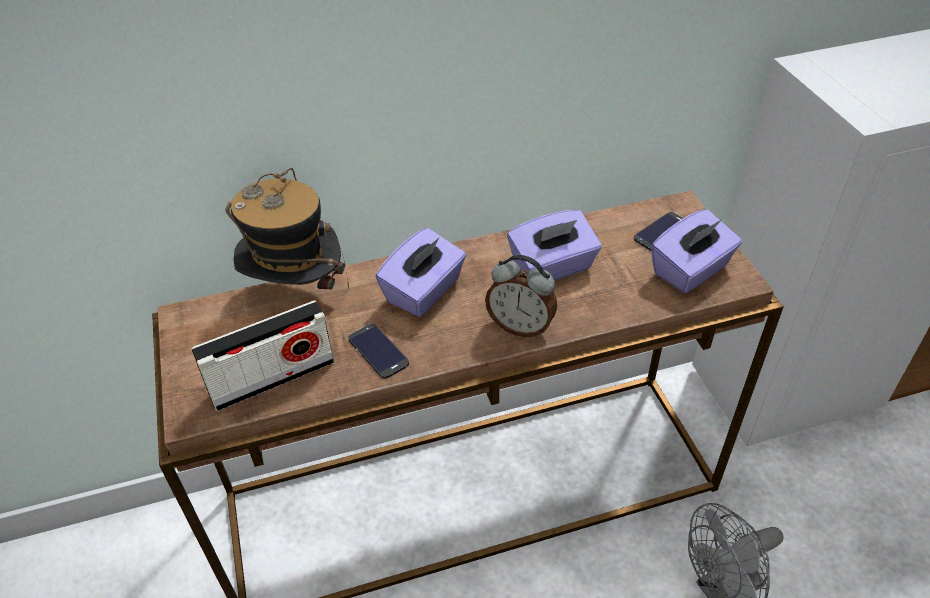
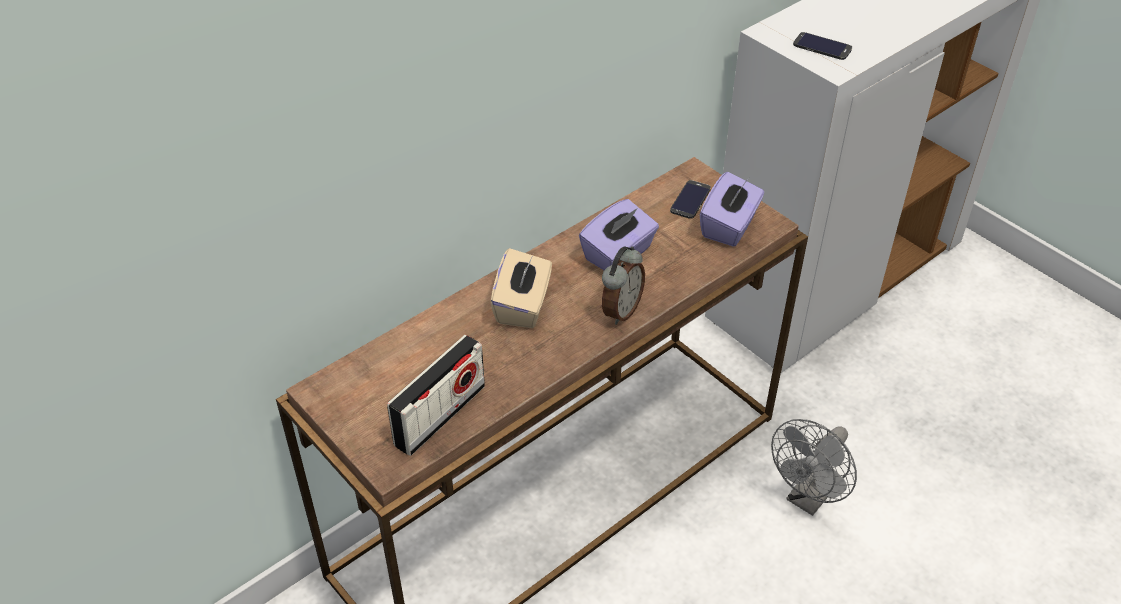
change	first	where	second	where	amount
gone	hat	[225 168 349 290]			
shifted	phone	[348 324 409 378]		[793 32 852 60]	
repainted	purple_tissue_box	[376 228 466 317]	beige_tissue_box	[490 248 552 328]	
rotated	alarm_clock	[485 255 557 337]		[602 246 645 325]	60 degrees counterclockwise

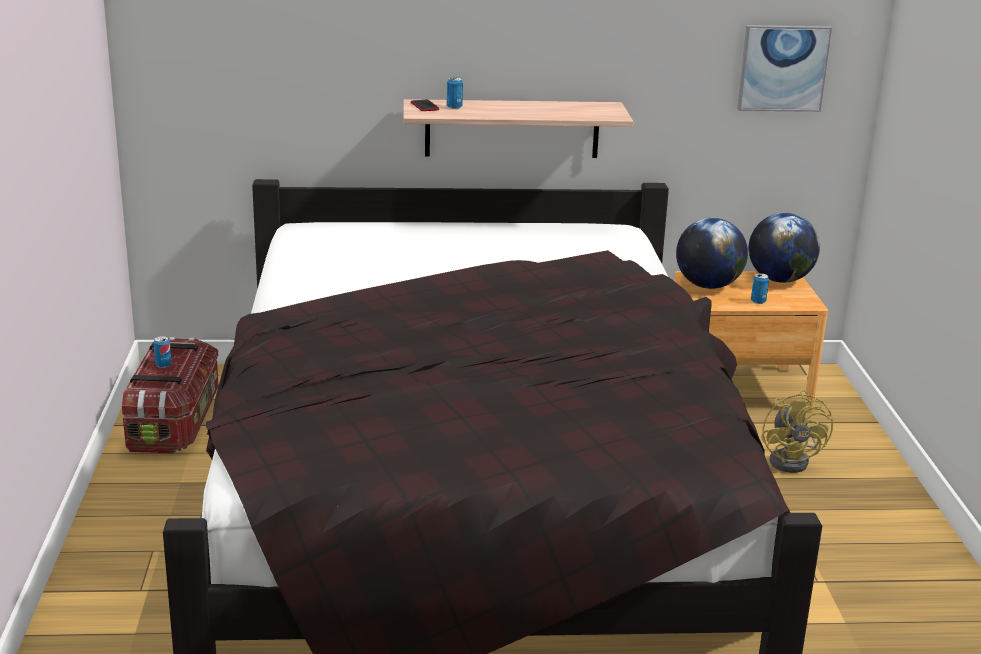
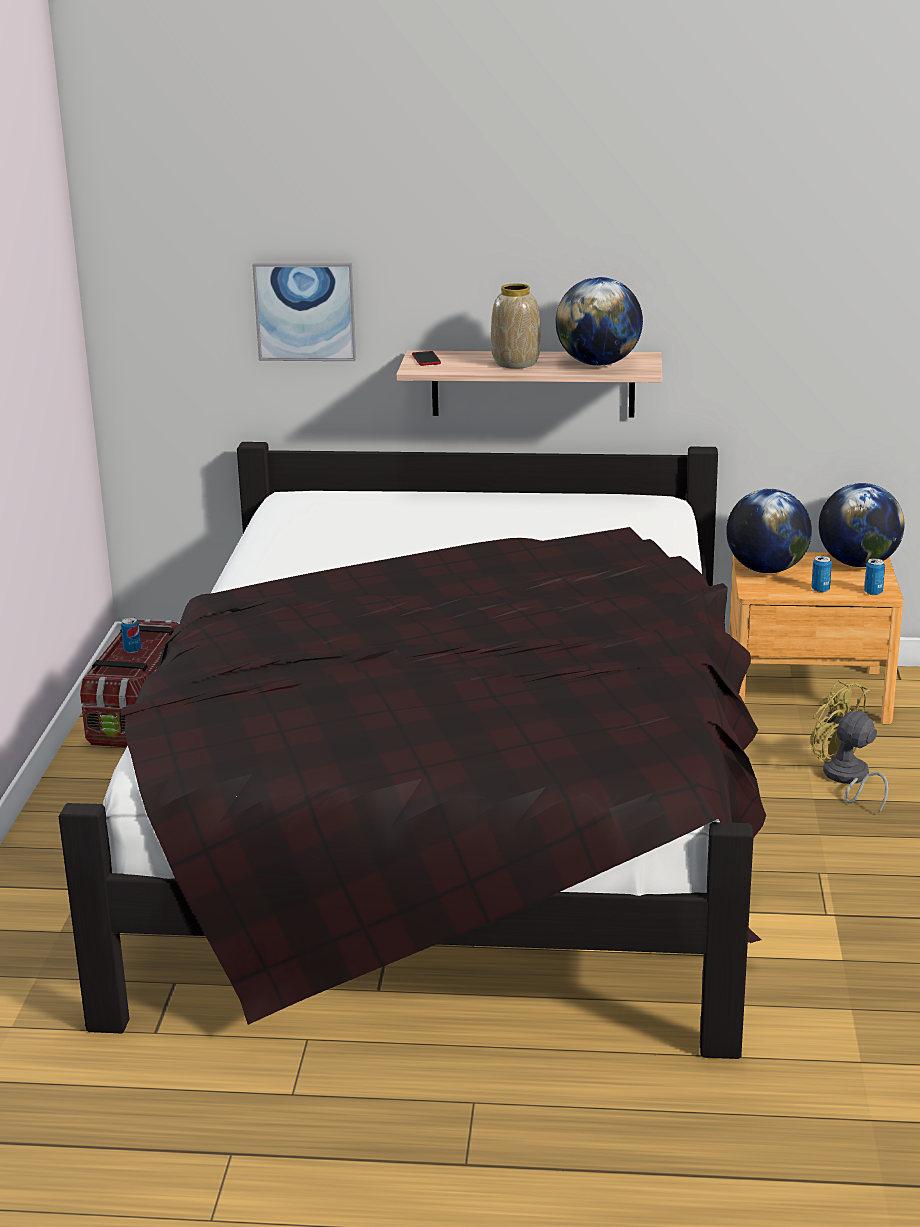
change	first	where	second	where	amount
shifted	can	[447 77 463 109]		[864 558 885 595]	
shifted	picture	[737 25 832 112]		[252 263 356 361]	
rotated	yellow_fan	[761 390 833 473]		[811 680 889 815]	135 degrees clockwise
new			vase	[491 284 541 369]	
new			globe	[555 277 643 366]	

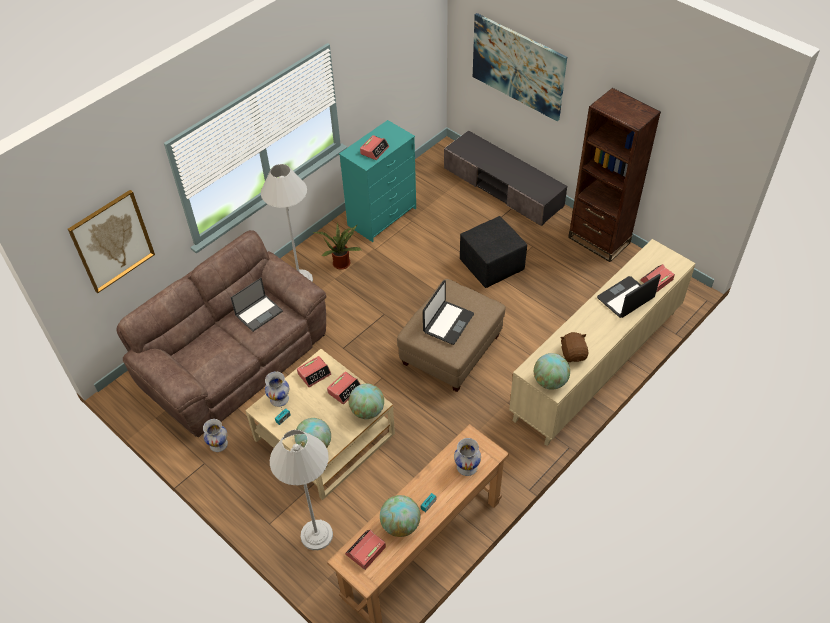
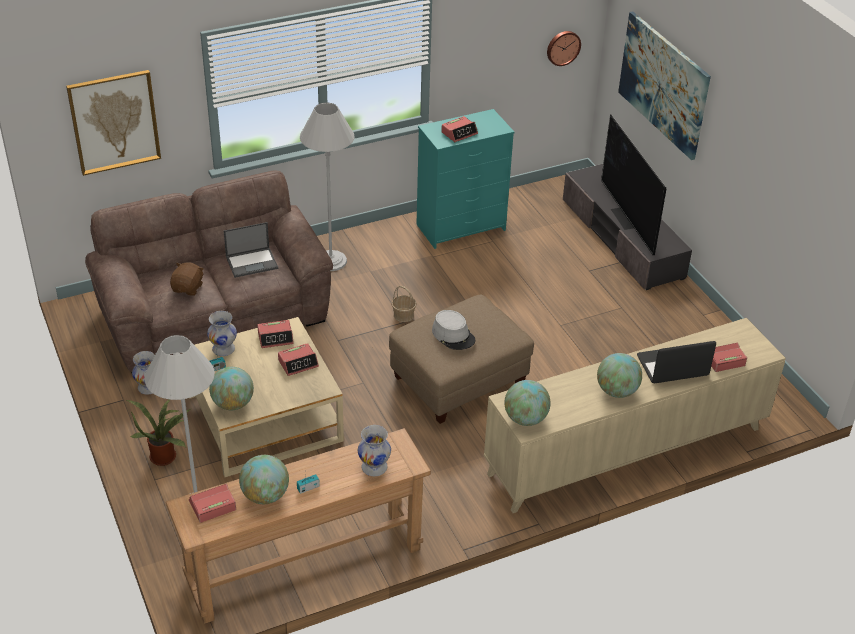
change	first	where	second	where	amount
shifted	potted_plant	[313 223 361 270]		[127 399 191 466]	
shifted	globe	[349 384 384 419]		[597 353 642 398]	
swapped	laptop	[423 280 474 345]	grey_hat	[432 310 475 350]	
gone	black_ottoman	[460 216 527 288]			
shifted	brown_plush_toy	[560 332 589 362]		[170 262 204 295]	
gone	brown_bookcase	[568 88 661 262]			
new			basket	[391 286 417 322]	
new			wall_clock	[547 31 581 66]	
new			television	[601 114 666 255]	

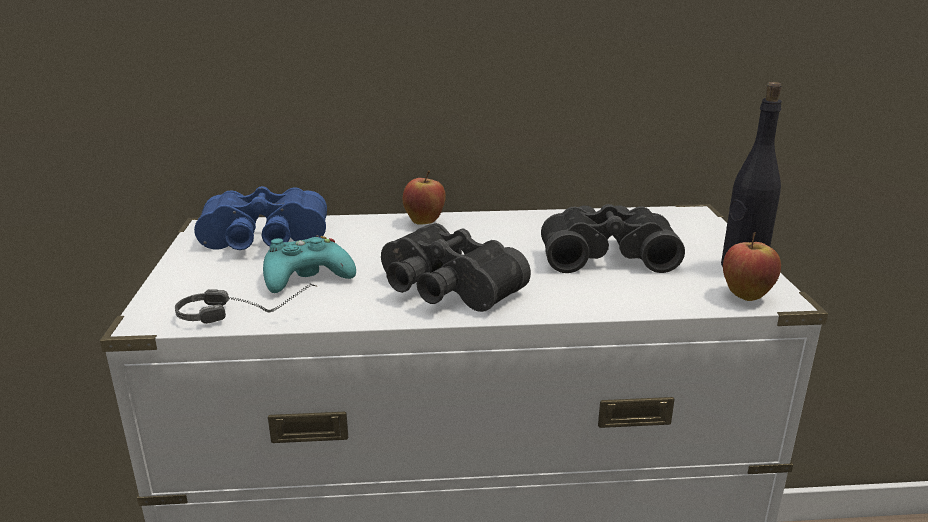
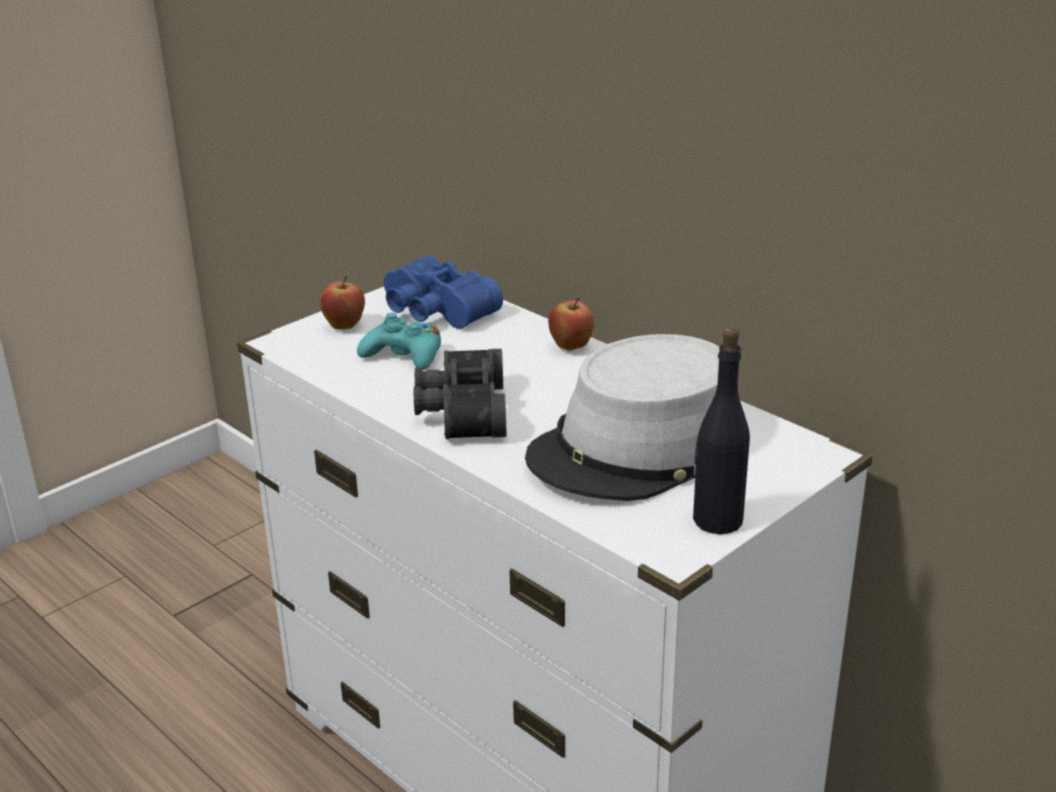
change	first	where	second	where	amount
gone	headphones	[175 284 316 324]			
swapped	black_binoculars	[541 204 685 273]	grey_hat	[525 334 720 501]	
shifted	apple	[723 232 781 301]		[320 276 365 330]	

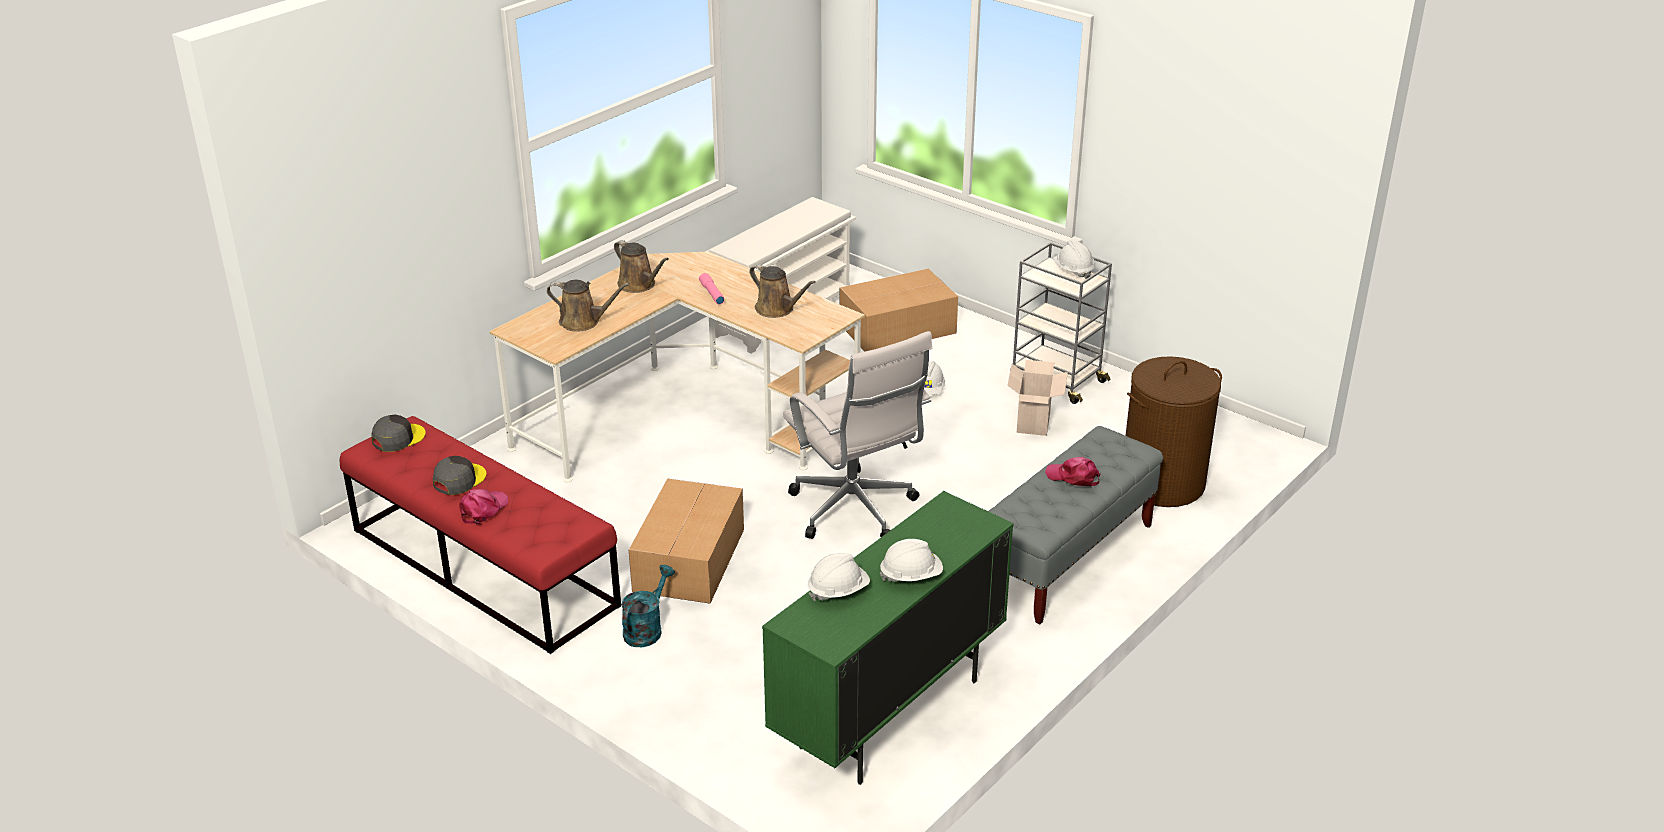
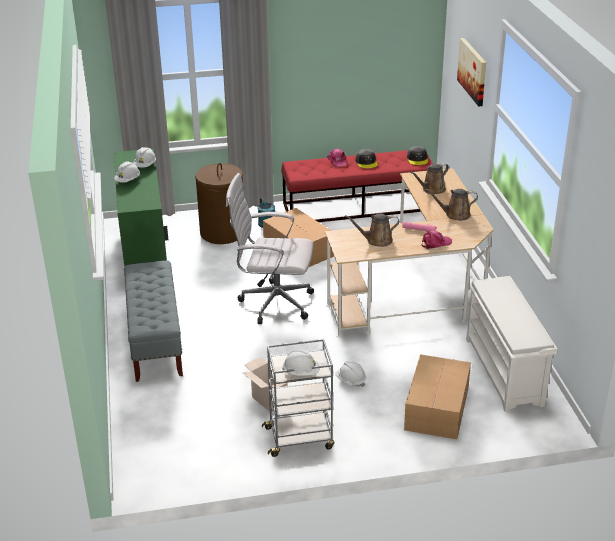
change	first	where	second	where	amount
shifted	pink_cap	[1045 457 1100 486]		[421 230 452 249]	
shifted	brown_laundry_basket	[1125 356 1222 507]		[195 163 243 244]	
new			picture	[457 38 486 107]	

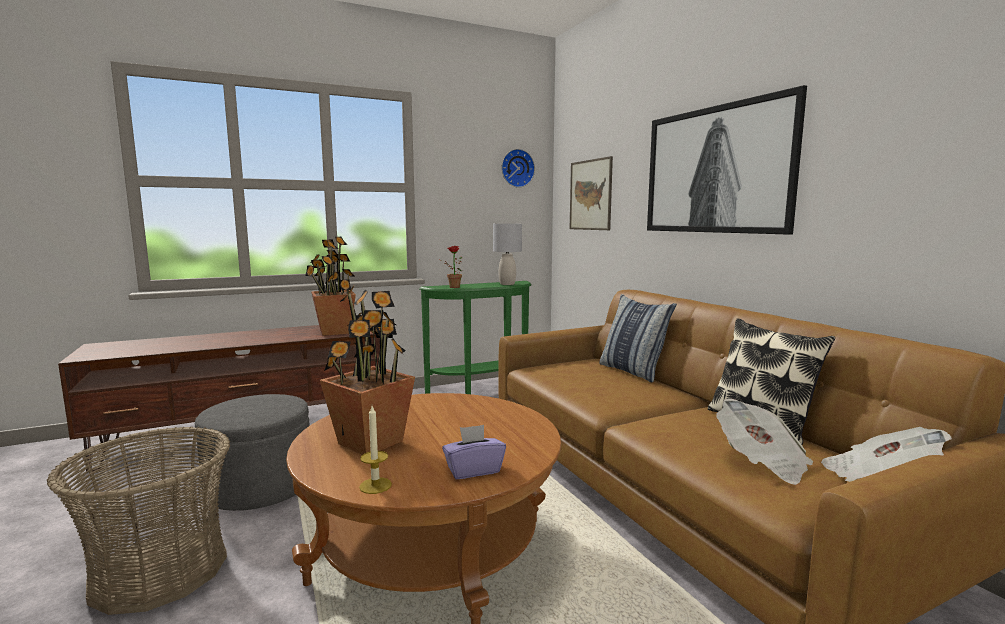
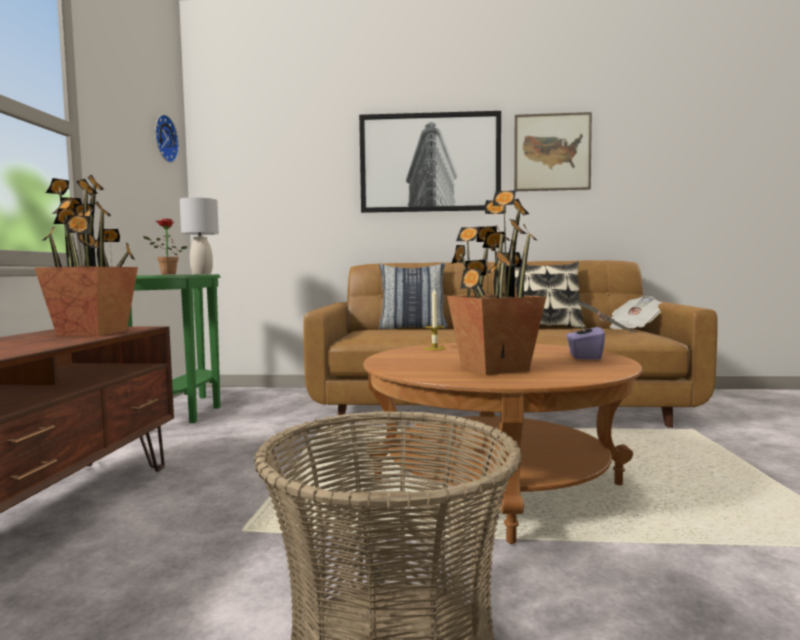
change	first	where	second	where	amount
gone	grey_ottoman	[195 394 310 511]			
shifted	candle	[359 406 392 494]		[424 289 446 350]	
shifted	picture	[570 156 613 230]		[514 112 592 191]	

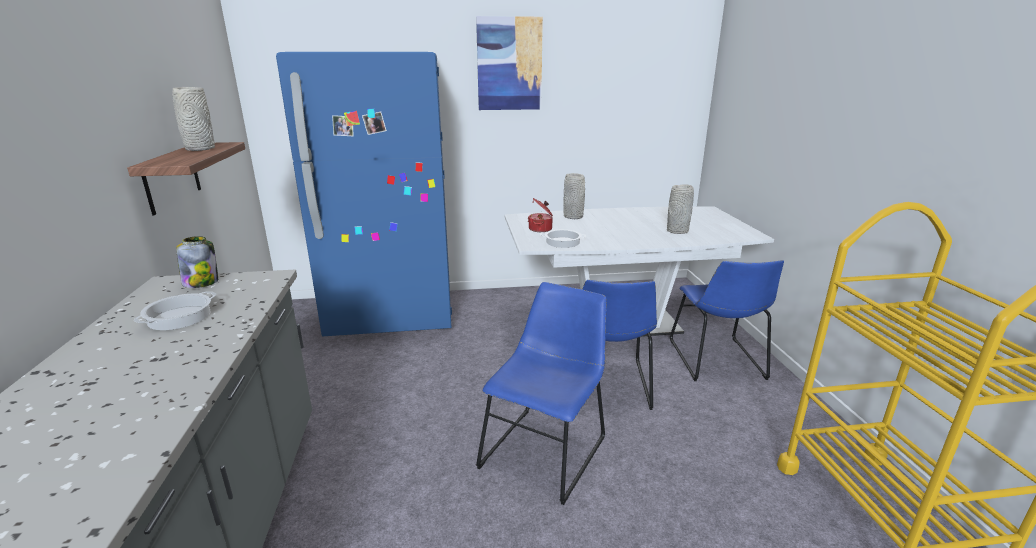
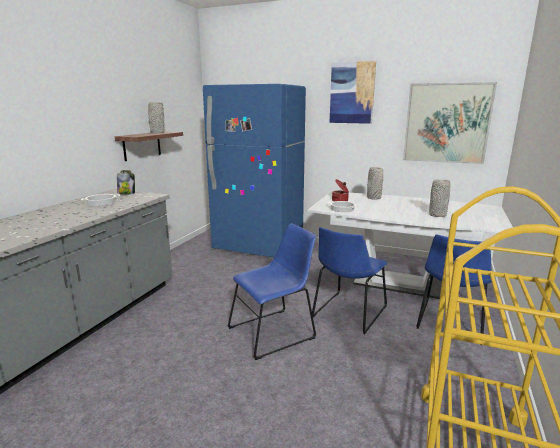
change	first	where	second	where	amount
new			picture	[403 82 497 164]	

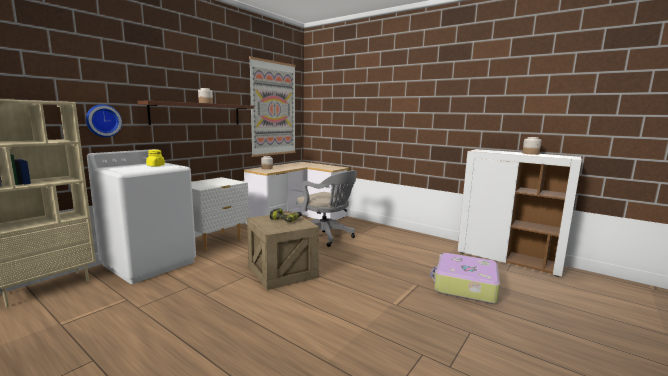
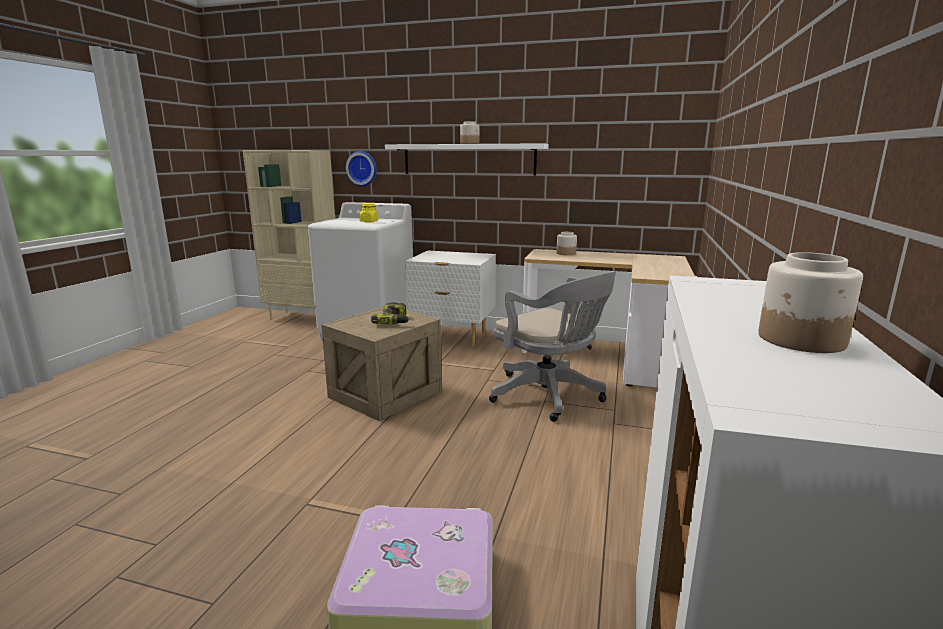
change	first	where	second	where	amount
repainted	brown_shelf	[138 101 254 125]	white_shelf	[385 143 549 175]	
gone	picture	[249 56 295 157]			
rotated	grey_office_chair	[296 170 357 247]		[489 271 616 422]	60 degrees counterclockwise

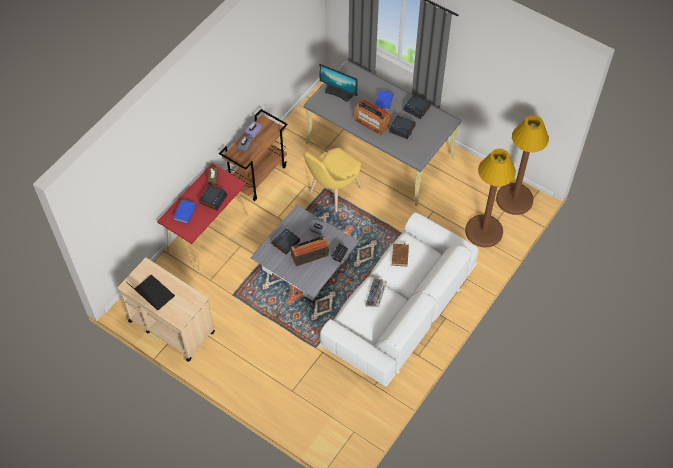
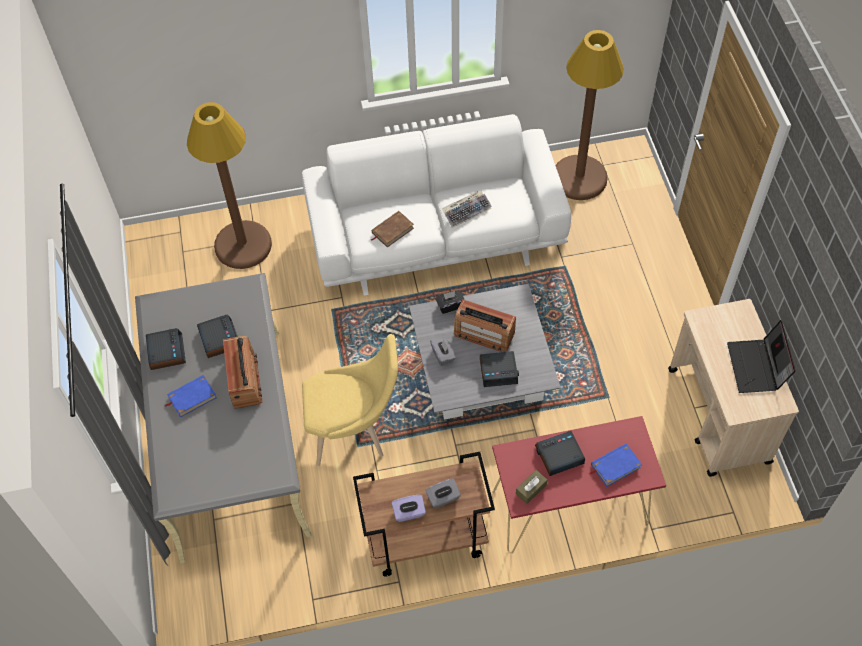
change	first	where	second	where	amount
gone	monitor	[319 64 358 102]			
shifted	brown_floor_lamp	[496 115 549 215]		[555 30 624 200]	

